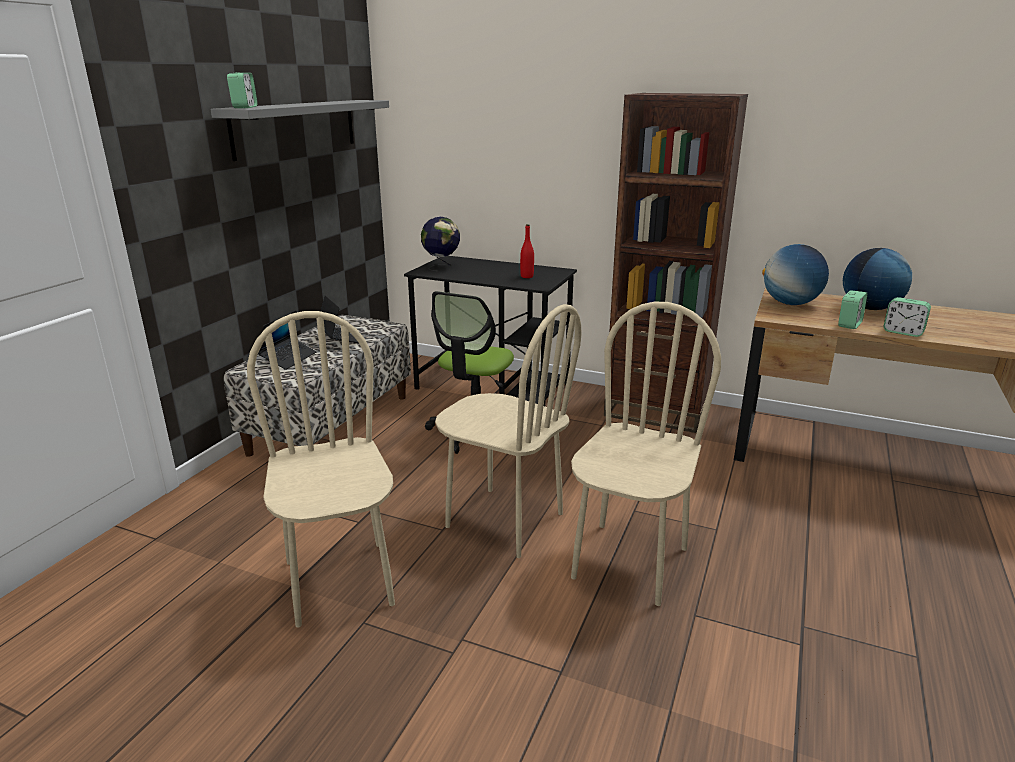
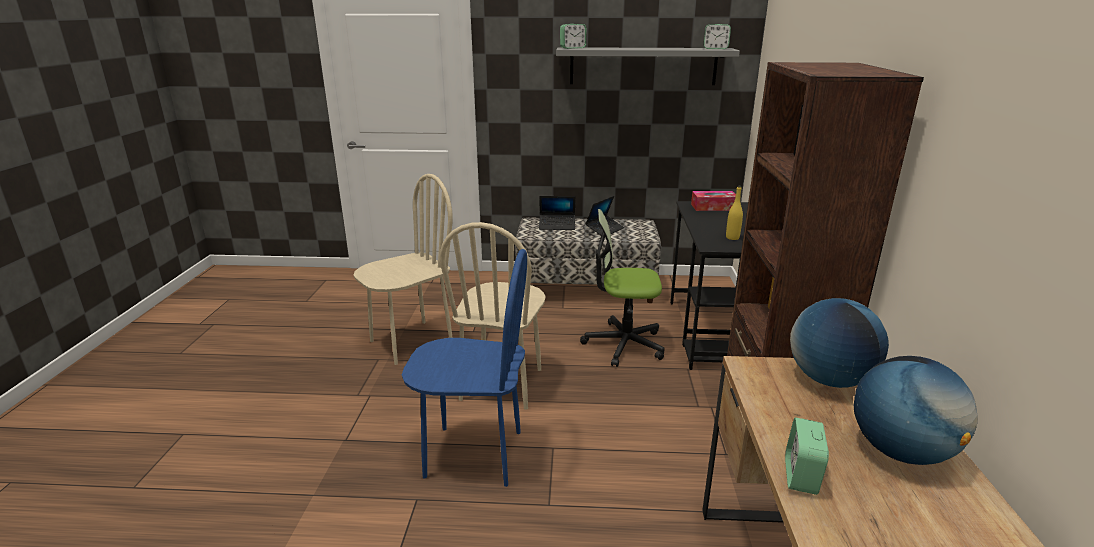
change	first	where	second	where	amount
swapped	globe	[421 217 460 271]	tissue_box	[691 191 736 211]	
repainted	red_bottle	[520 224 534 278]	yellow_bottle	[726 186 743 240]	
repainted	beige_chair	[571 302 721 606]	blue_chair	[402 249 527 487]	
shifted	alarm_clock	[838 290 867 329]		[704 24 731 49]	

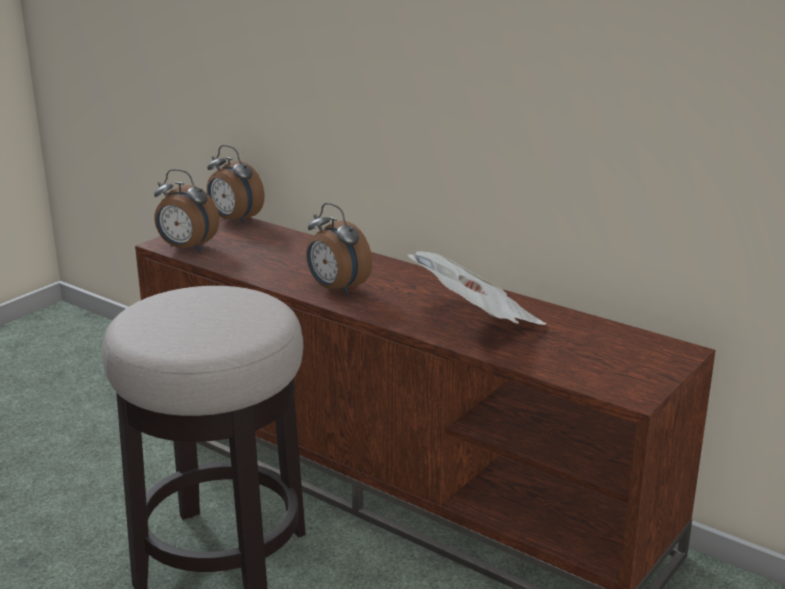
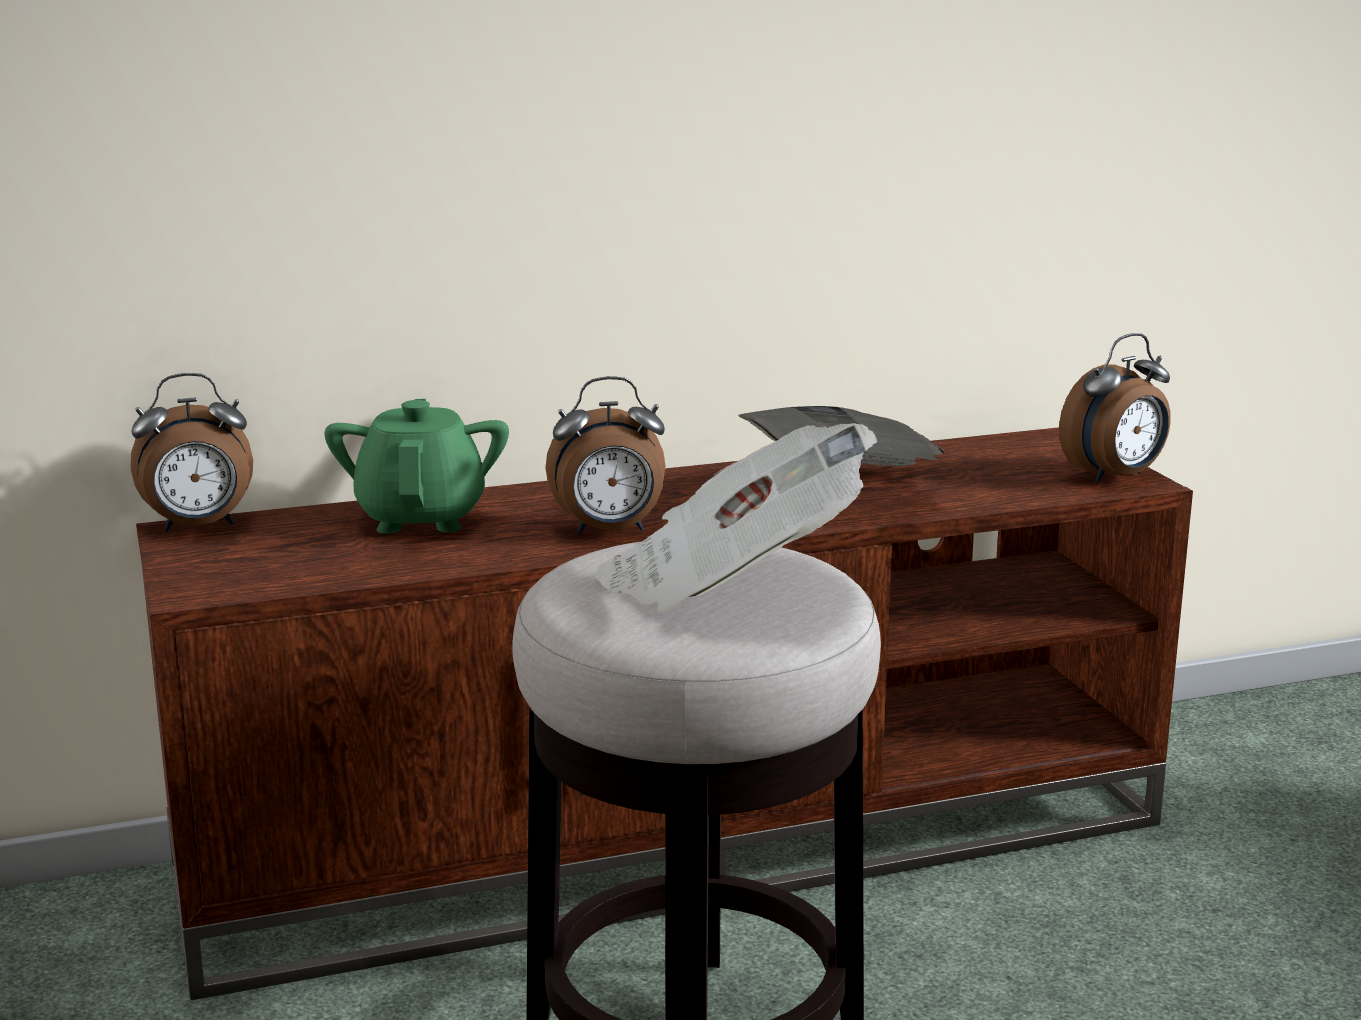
change	first	where	second	where	amount
shifted	alarm_clock	[154 169 219 252]		[1059 333 1171 483]	
new			green_teapot	[324 399 509 534]	
new			newspaper	[595 423 878 612]	

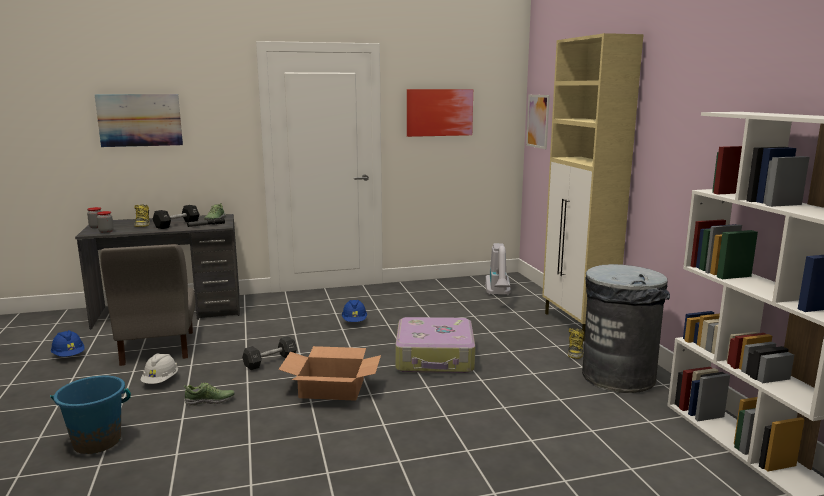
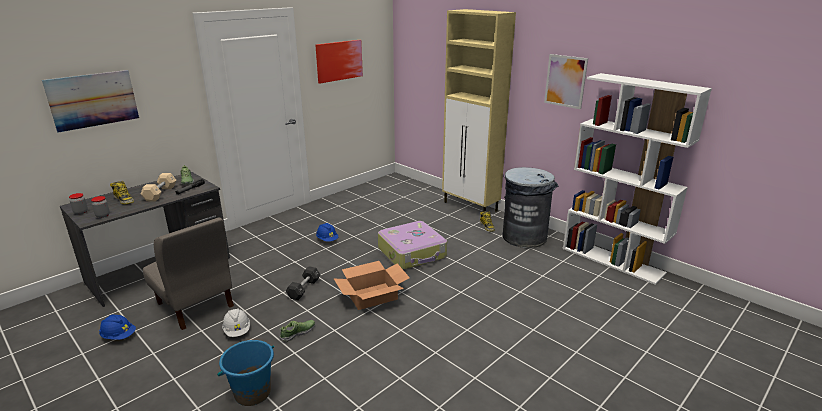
change	first	where	second	where	amount
repainted	black_dumbbell	[153 205 200 229]	beige_dumbbell	[140 173 176 202]	
gone	vacuum_cleaner	[485 243 511 296]			
shifted	picture	[526 95 550 149]		[544 54 588 109]	

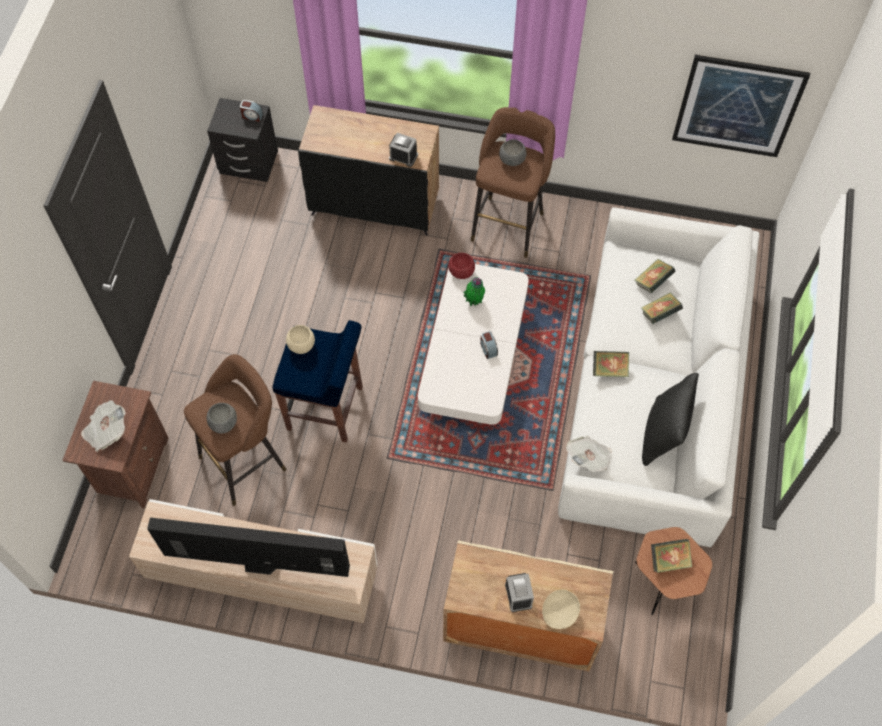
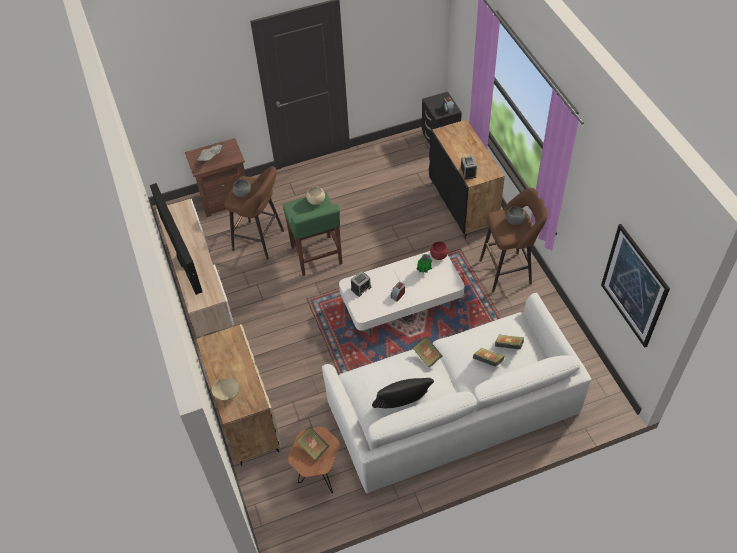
change	first	where	second	where	amount
repainted	blue_stool	[272 320 363 443]	green_stool	[283 192 342 276]	
shifted	alarm_clock	[505 573 534 612]		[351 271 371 297]	
gone	newspaper	[566 436 612 472]			

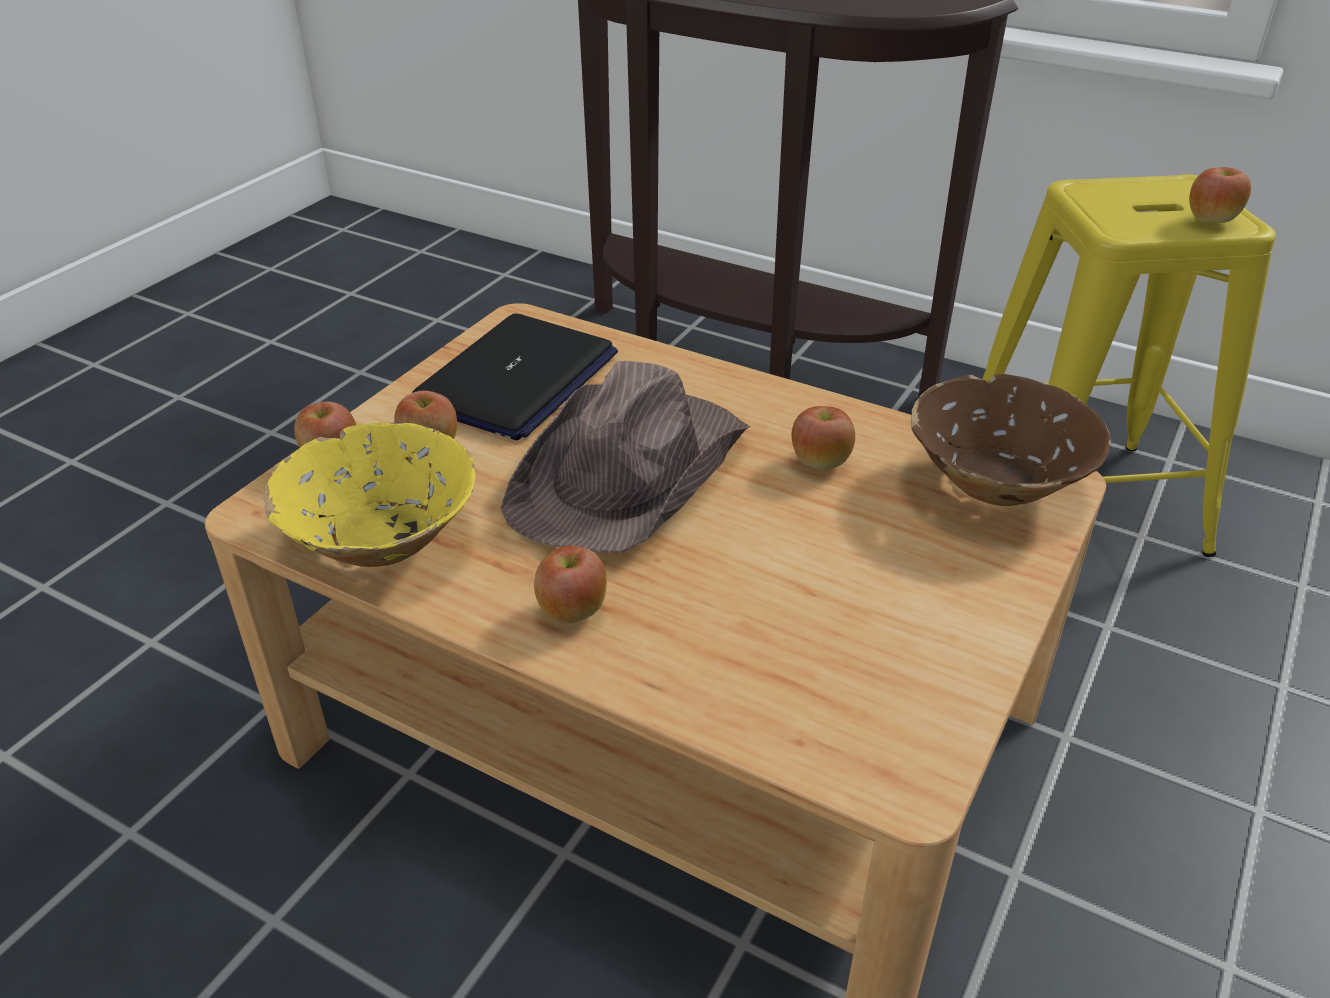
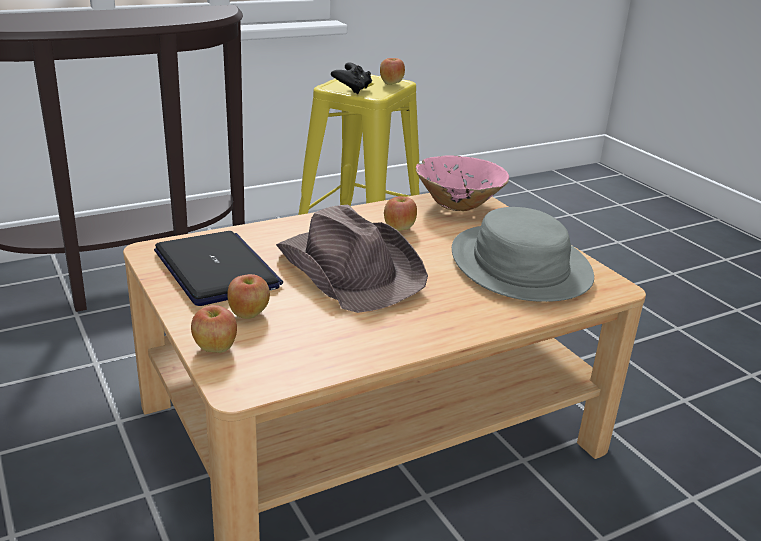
change	first	where	second	where	amount
gone	yellow_bowl	[263 423 475 567]			
gone	apple	[534 546 607 624]			
repainted	brown_bowl	[911 374 1111 506]	pink_bowl	[416 155 509 211]	
new			black_game_controller	[331 62 372 94]	
new			grey_hat	[452 207 594 302]	

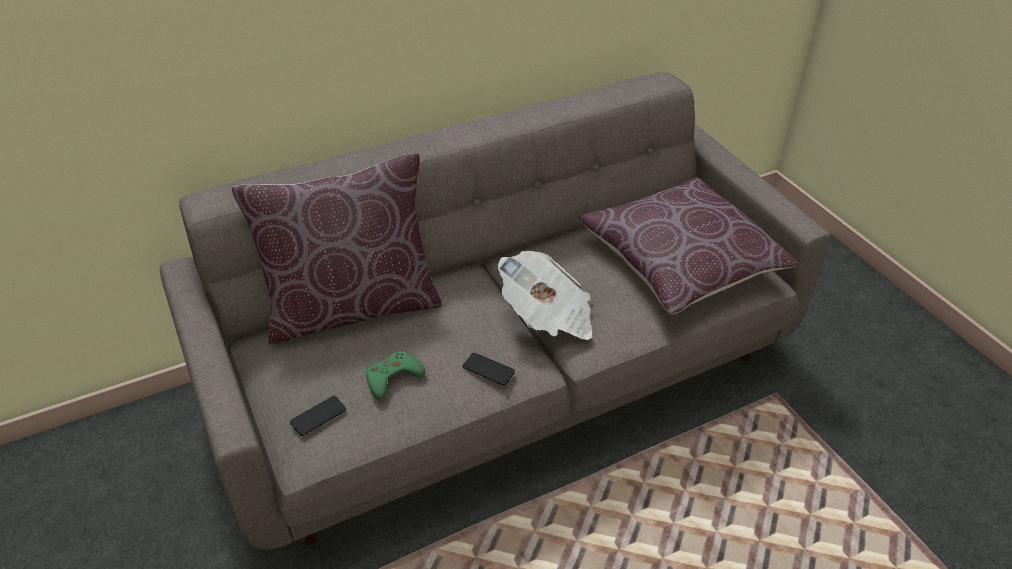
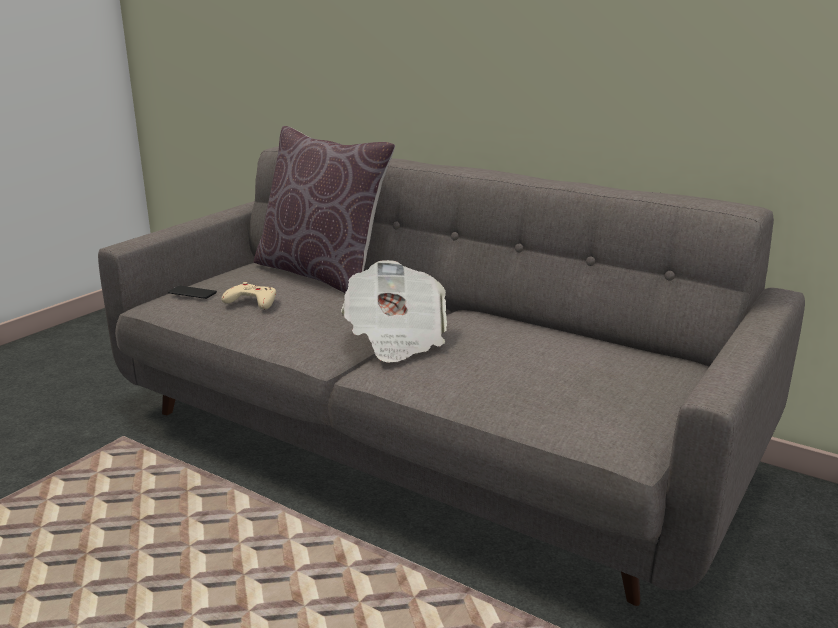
change	first	where	second	where	amount
repainted	green_game_controller	[366 351 425 399]	beige_game_controller	[221 282 276 309]	
gone	phone	[462 353 515 385]			
gone	brown_pillow	[578 177 800 315]			

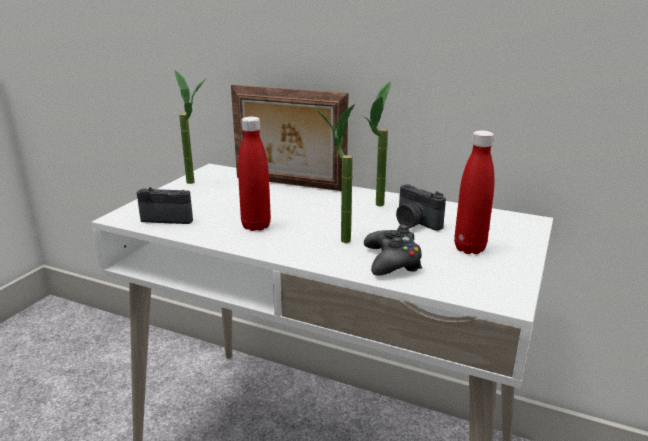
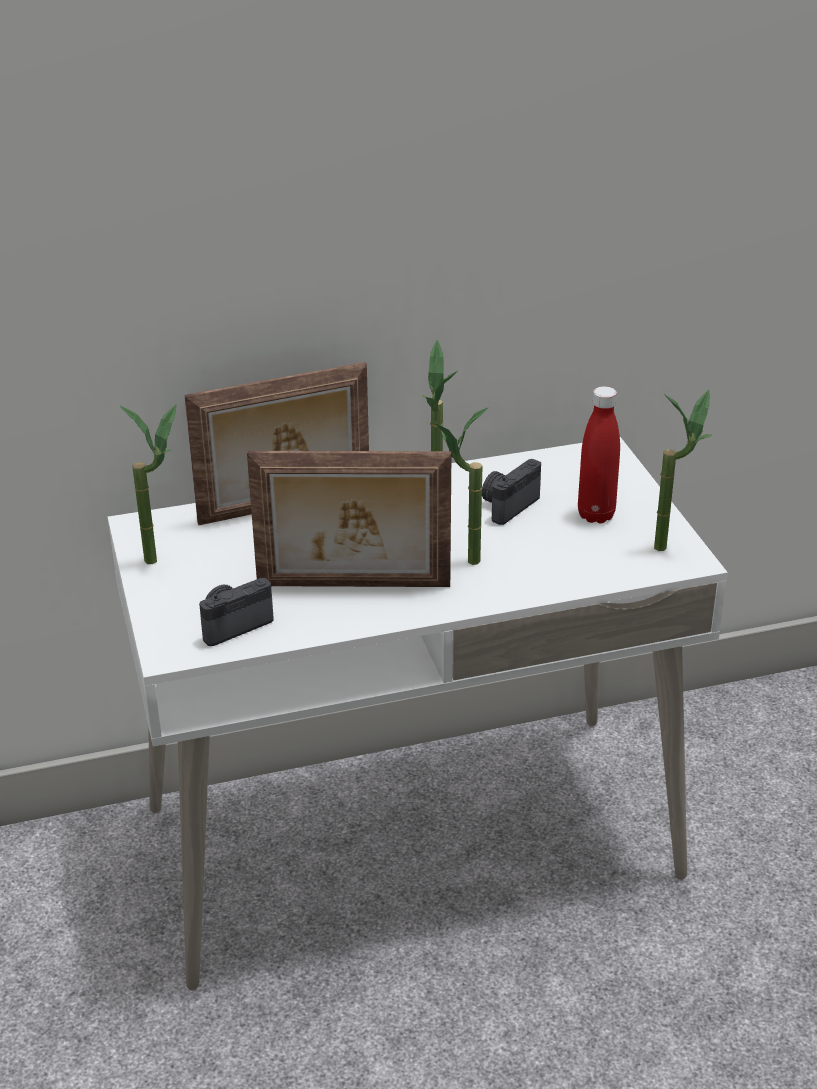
change	first	where	second	where	amount
swapped	red_bottle	[238 117 271 231]	picture_frame	[247 451 451 587]	
gone	black_game_controller	[364 225 422 276]			
rotated	photo_camera	[396 184 446 231]		[482 459 541 525]	120 degrees clockwise
new			potted_plant	[654 390 712 551]	

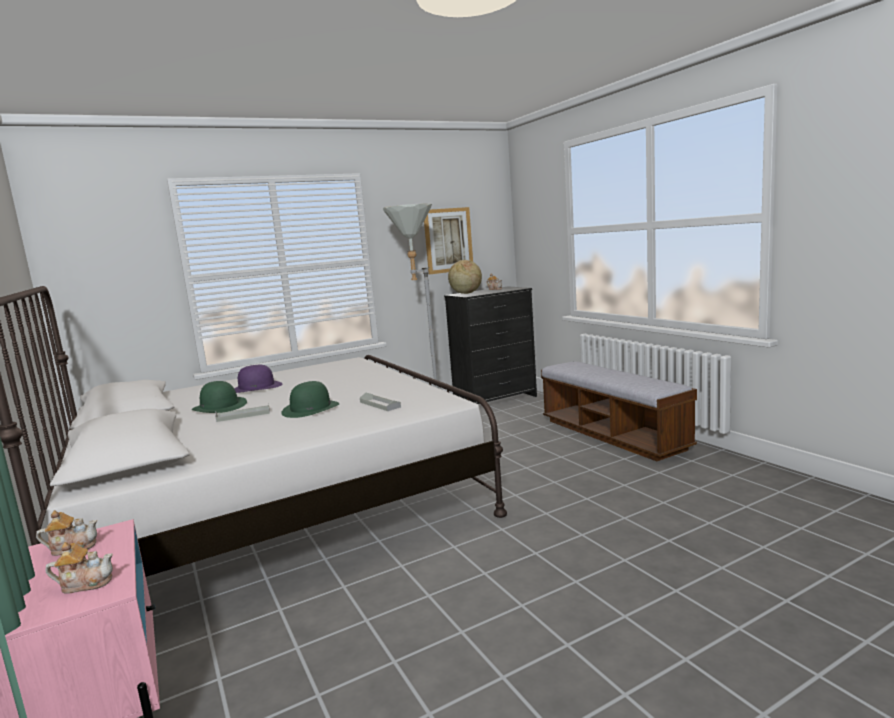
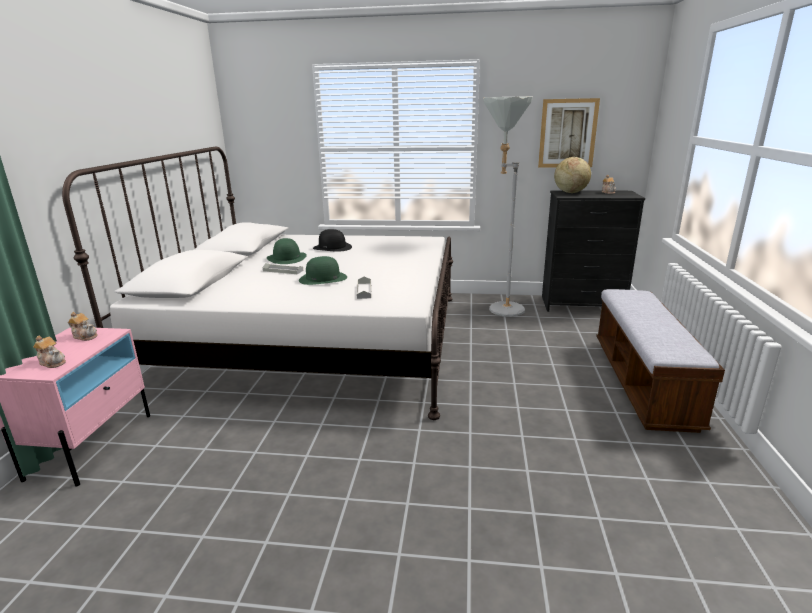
change	first	where	second	where	amount
repainted	purple_hat	[234 365 282 393]	black_hat	[313 229 352 252]	

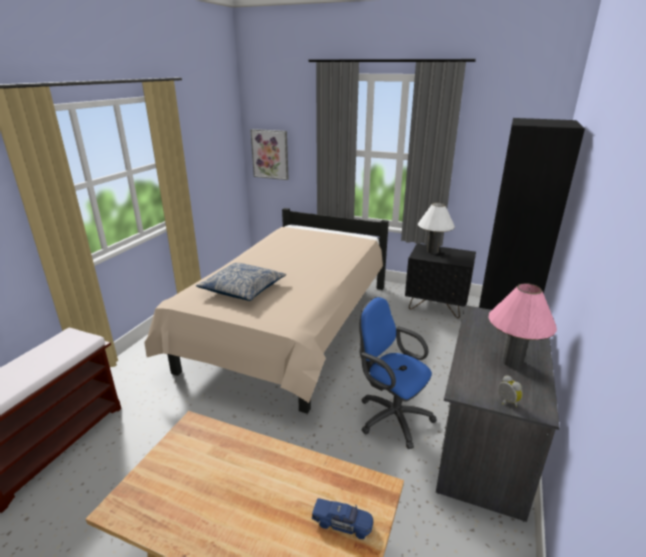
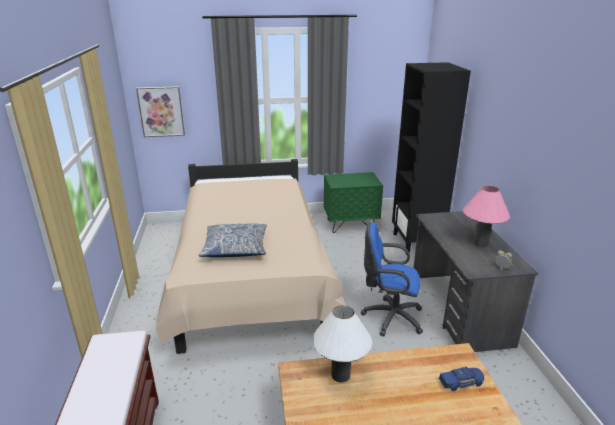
change	first	where	second	where	amount
repainted	black_nightstand	[405 244 476 318]	green_nightstand	[324 172 383 233]	
shifted	white_table_lamp	[418 203 455 254]		[313 305 372 382]	

